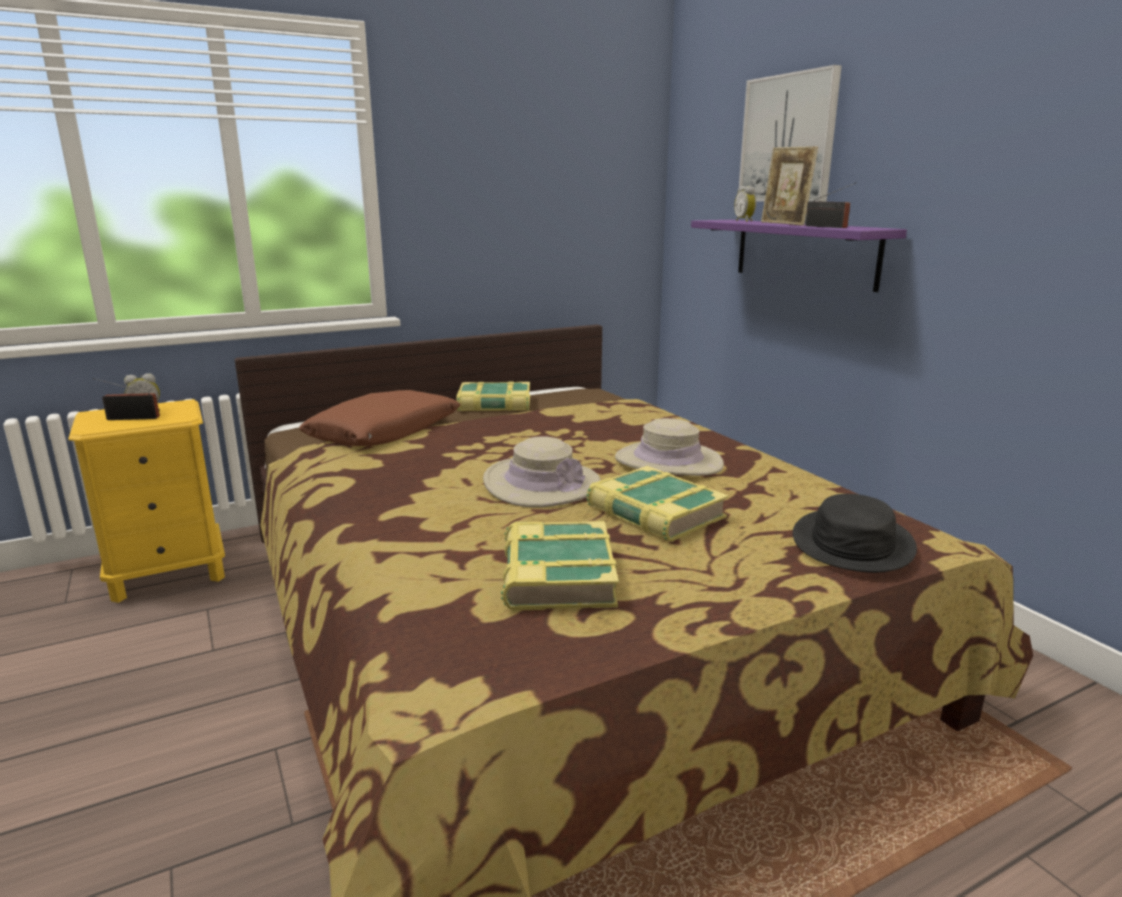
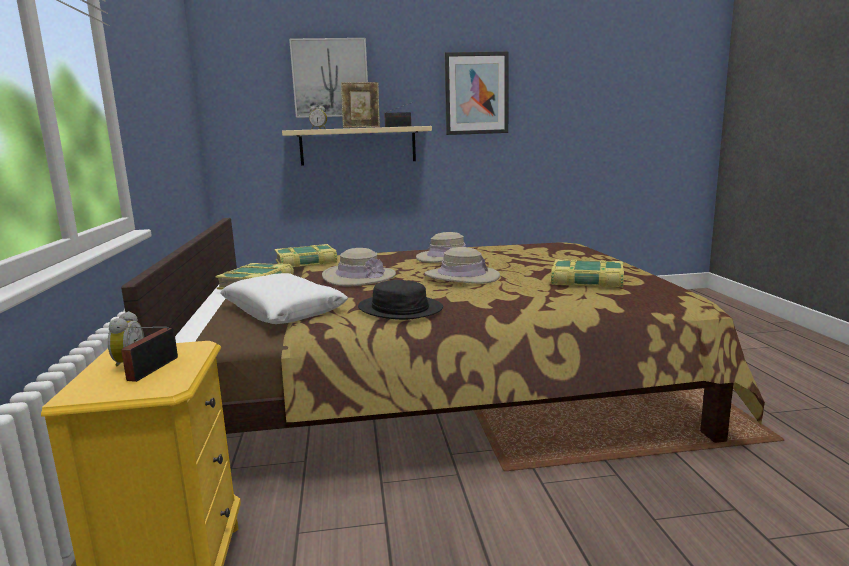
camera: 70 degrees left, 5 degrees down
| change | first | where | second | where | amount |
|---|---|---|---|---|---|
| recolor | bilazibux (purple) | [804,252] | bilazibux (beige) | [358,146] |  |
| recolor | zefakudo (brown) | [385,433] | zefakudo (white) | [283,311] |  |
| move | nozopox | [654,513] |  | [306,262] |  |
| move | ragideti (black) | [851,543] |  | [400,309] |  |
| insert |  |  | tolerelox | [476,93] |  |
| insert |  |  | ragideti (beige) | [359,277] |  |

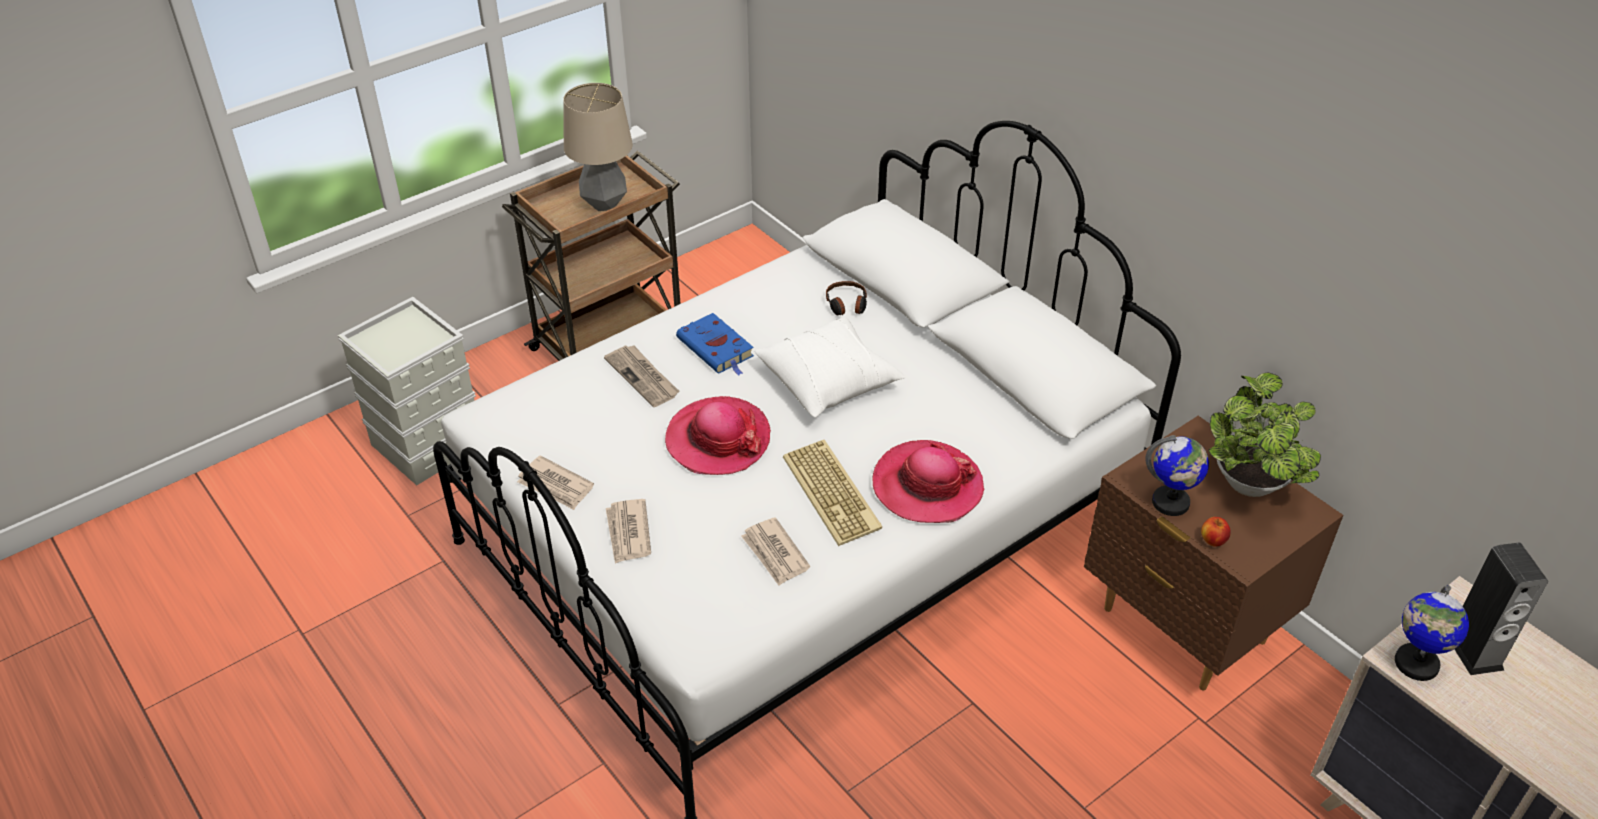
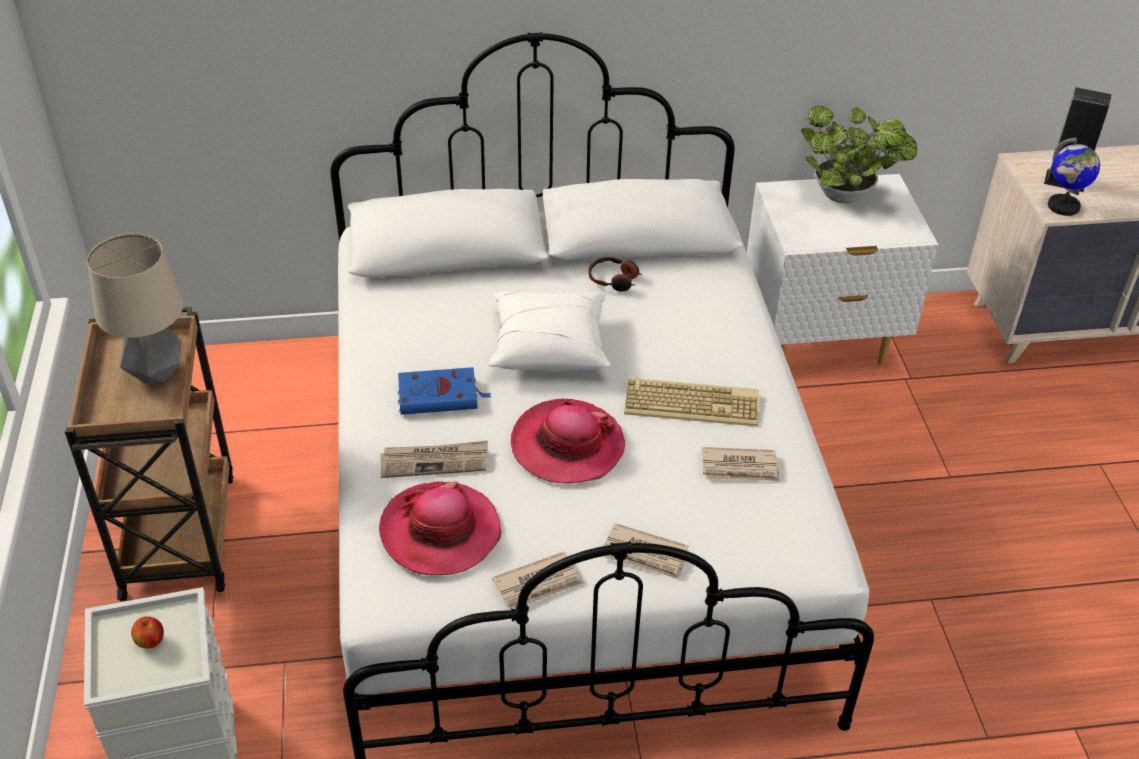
camera: 60 degrees left, 0 degrees up
| change | first | where | second | where | amount |
|---|---|---|---|---|---|
| move | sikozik | [846,305] |  | [614,280] |  |
| recolor | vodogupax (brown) | [1182,626] | vodogupax (white) | [820,343] |  |
| delete | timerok | [1170,503] |  |  |  |
| move | ragideti | [927,486] |  | [440,531] |  |
| move | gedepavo | [1213,541] |  | [150,641] |  |

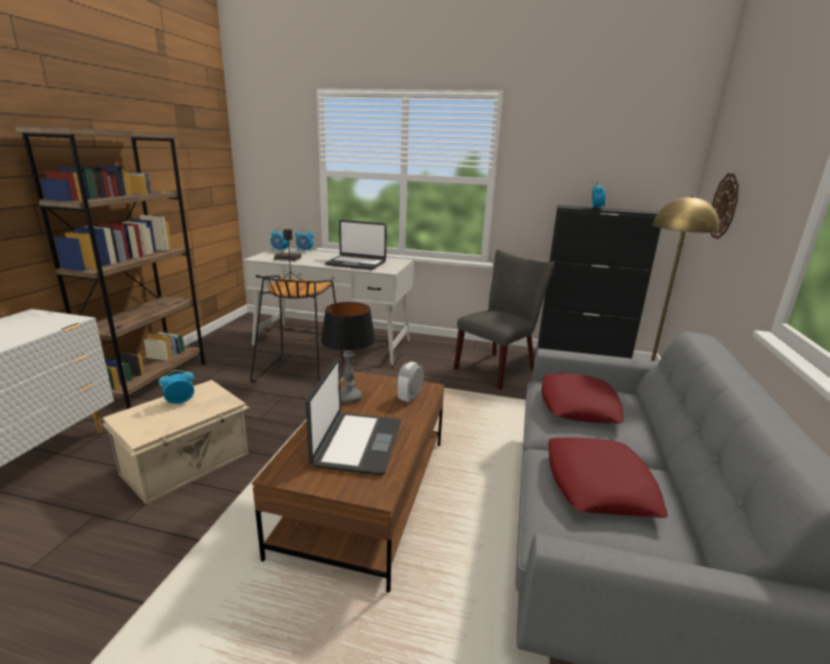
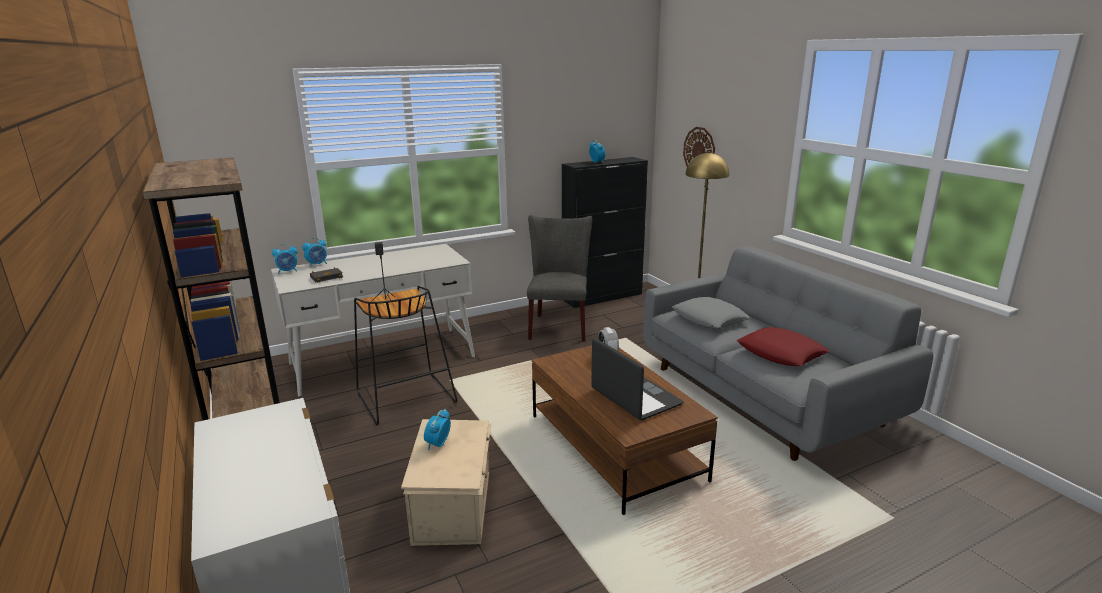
camera: 40 degrees left, 0 degrees up
| change | first | where | second | where | amount |
|---|---|---|---|---|---|
| delete | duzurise | [356,263] |  |  |  |
| delete | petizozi | [349,398] |  |  |  |
| recolor | zefakudo (red) | [578,406] | zefakudo (grey) | [709,319] |  |

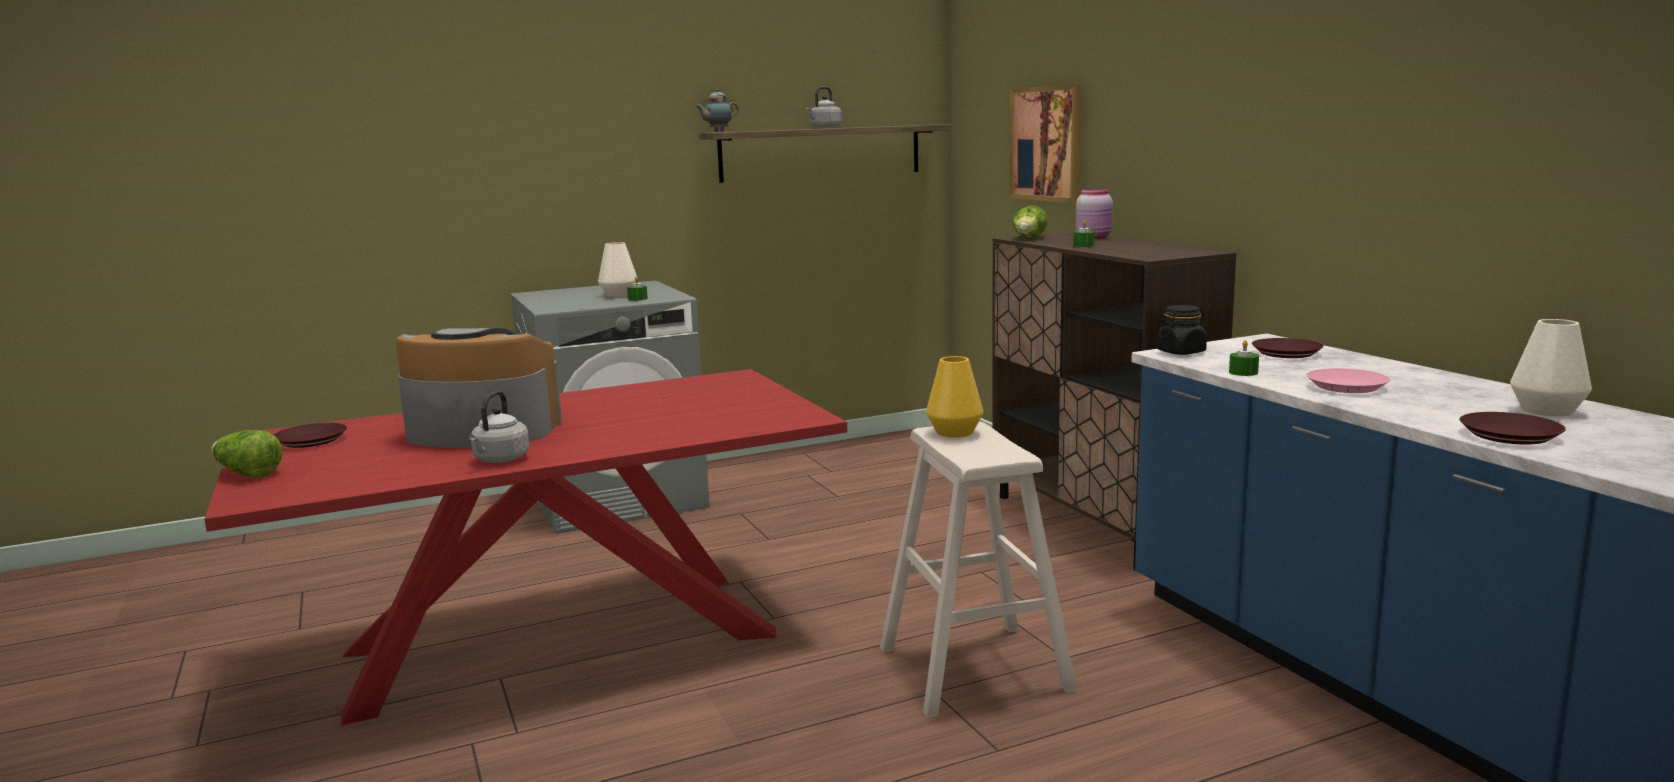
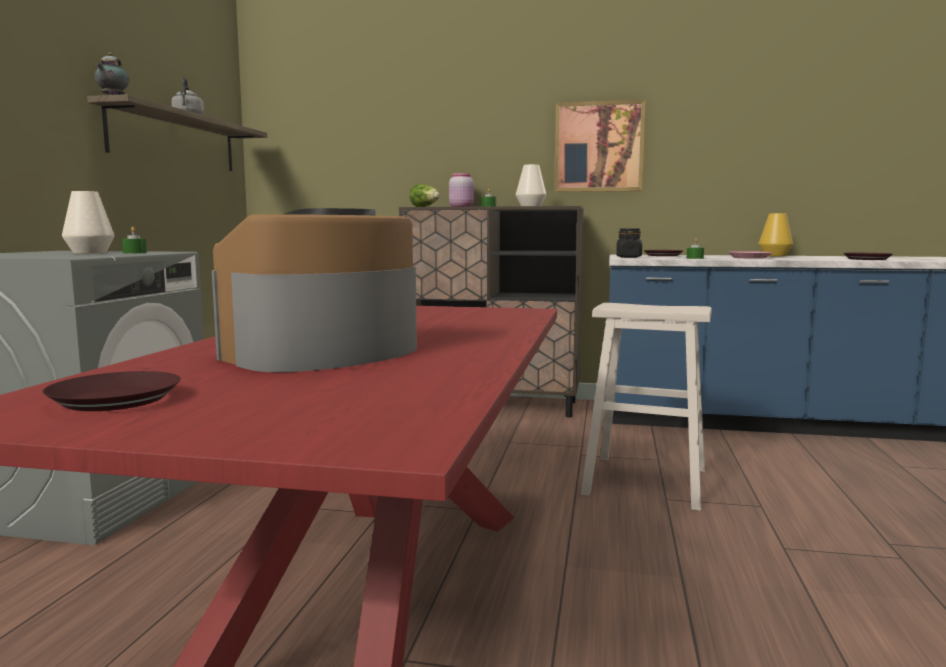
camera: 55 degrees left, 5 degrees down
| change | first | where | second | where | amount |
|---|---|---|---|---|---|
| move | tolerelox | [1047,143] |  | [599,147] |  |
| move | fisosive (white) | [1547,411] |  | [531,206] |  |
| move | fisosive (yellow) | [954,432] |  | [774,256] |  |
| delete | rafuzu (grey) | [500,460] |  |  |  |
| delete | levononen | [247,474] |  |  |  |

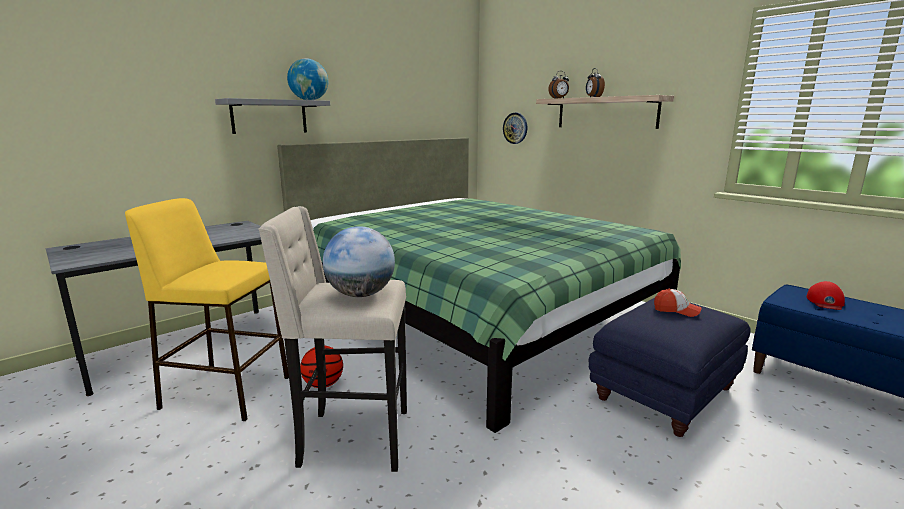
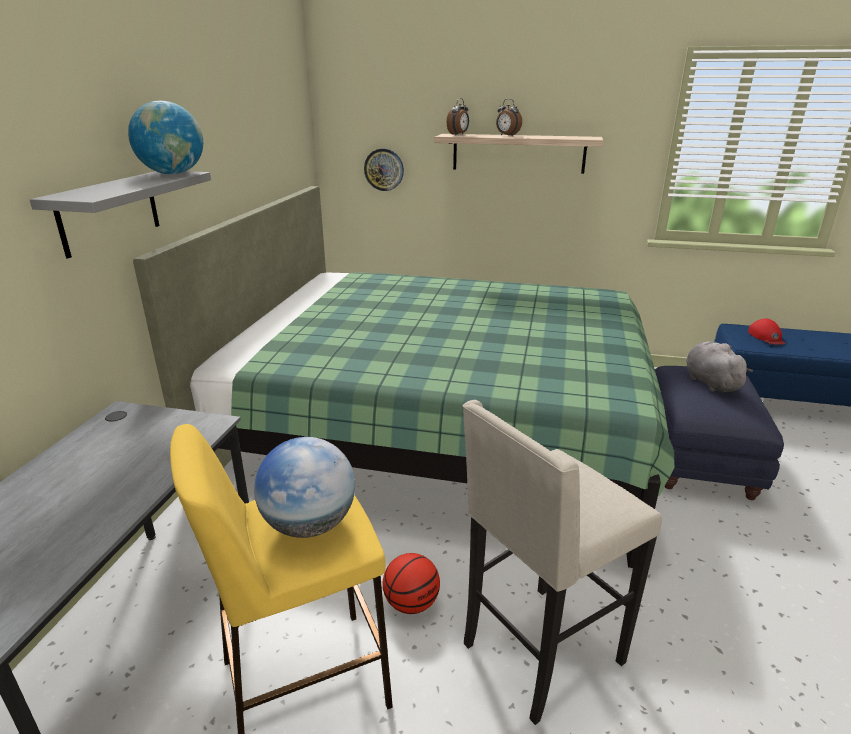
camera: 35 degrees left, 10 degrees up
| change | first | where | second | where | amount |
|---|---|---|---|---|---|
| move | timerok | [361,294] |  | [310,524] |  |
| replace | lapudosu | [676,310] | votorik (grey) | [710,382] |  |

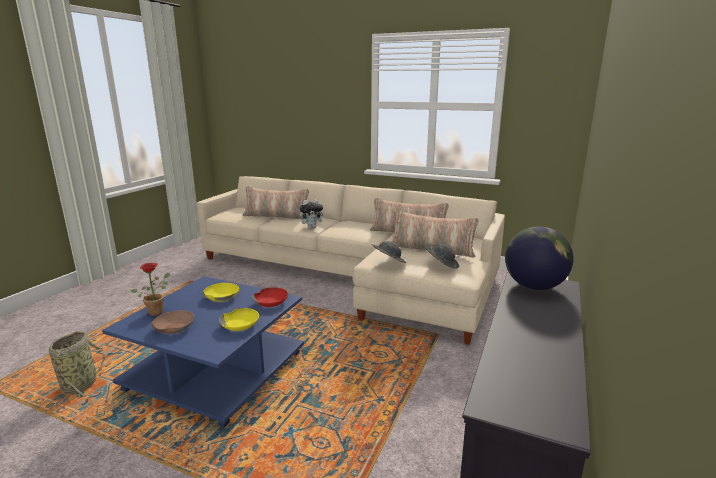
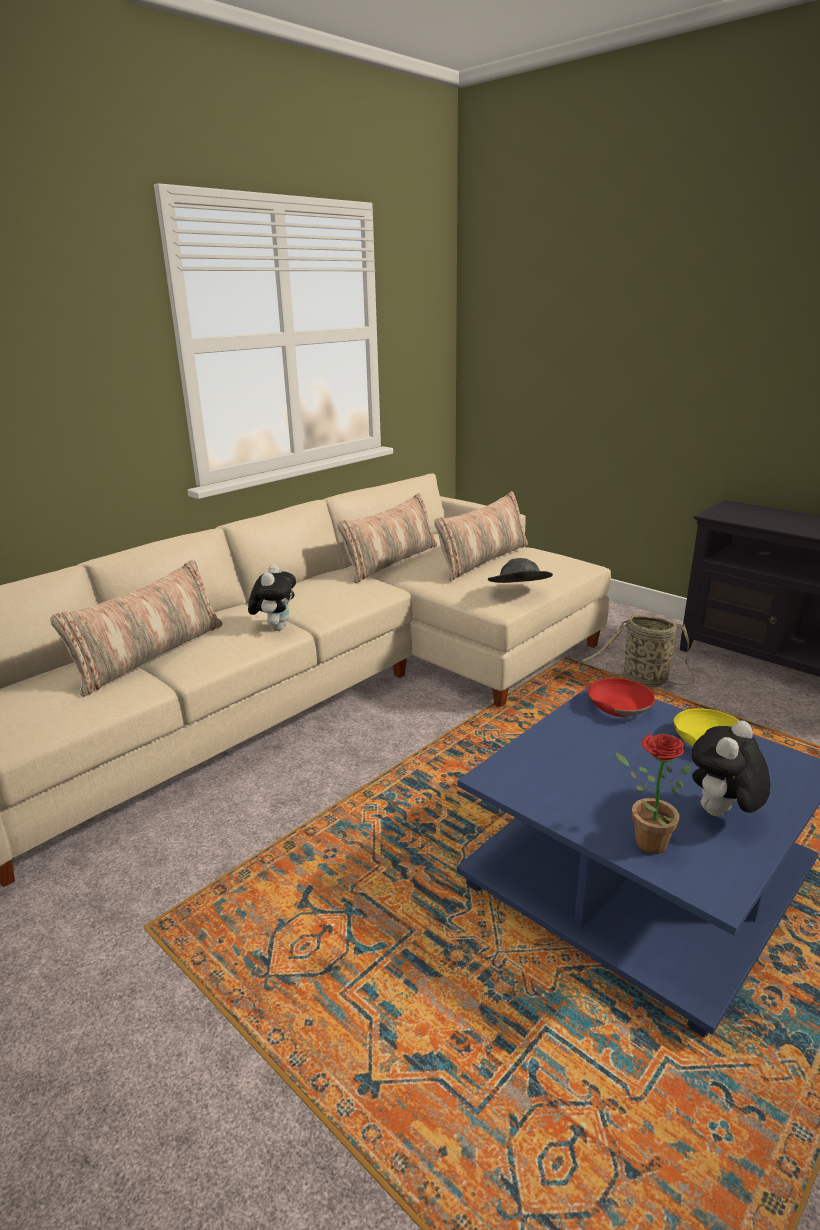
camera: 70 degrees left, 5 degrees up
| change | first | where | second | where | amount |
|---|---|---|---|---|---|
| delete | timerok | [534,286] |  |  |  |
| delete | ragideti (grey) | [441,264] |  |  |  |
| delete | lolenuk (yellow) | [221,297] |  |  |  |
| replace | lolenuk (brown) | [173,327] | votorik | [721,815] |  |
| move | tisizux | [81,384] |  | [641,680] |  |

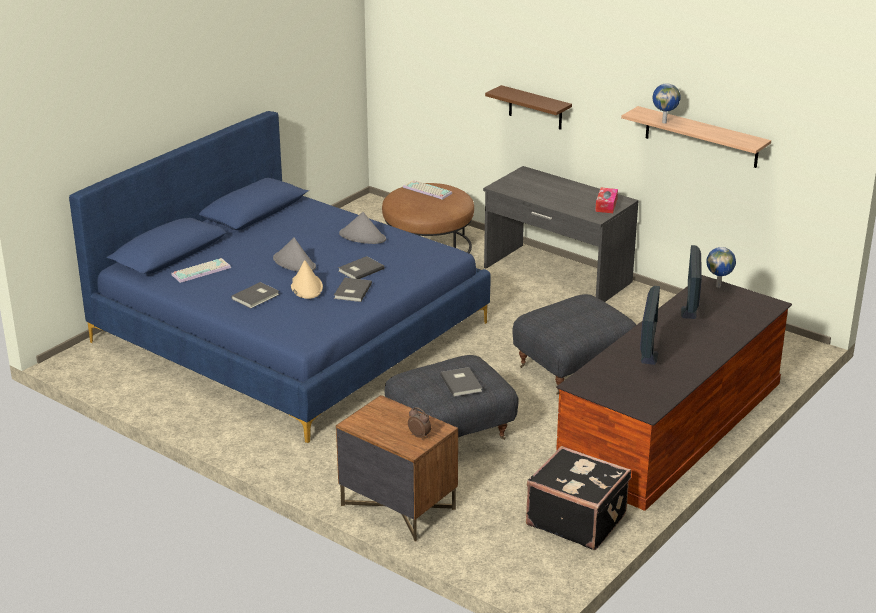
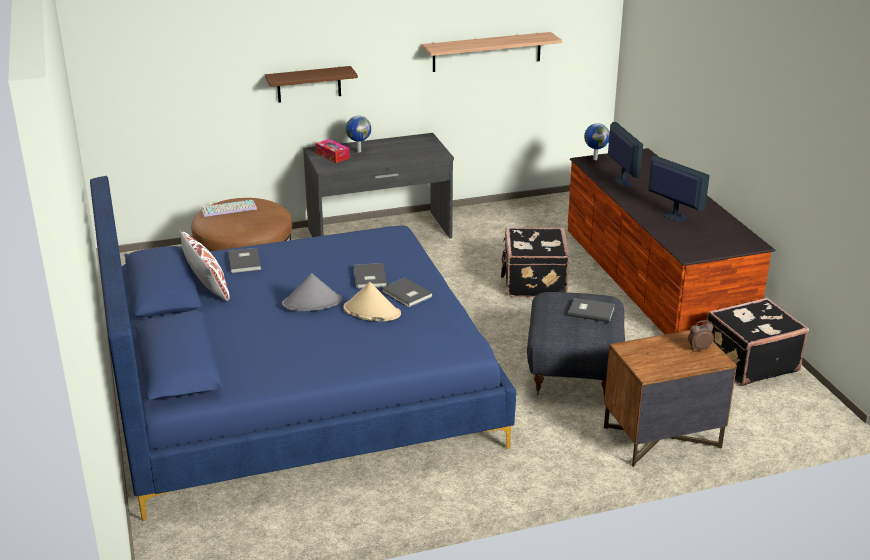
camera: 55 degrees left, 0 degrees up
| change | first | where | second | where | amount |
|---|---|---|---|---|---|
| move | timerok | [664,122] |  | [359,151] |  |
| move | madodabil | [606,205] |  | [332,156] |  |
| delete | ragideti (grey) | [363,237] |  |  |  |
| rotate | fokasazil | [688,312] |  | [623,181] | 150 degrees counterclockwise |
| delete | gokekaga | [201,270] |  |  |  |
| move | nozopox (grey) | [256,297] |  | [245,261] |  |
| replace | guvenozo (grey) | [573,369] | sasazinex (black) | [533,282] |  |
| insert |  |  | zefakudo (white) | [206,284] |  |

